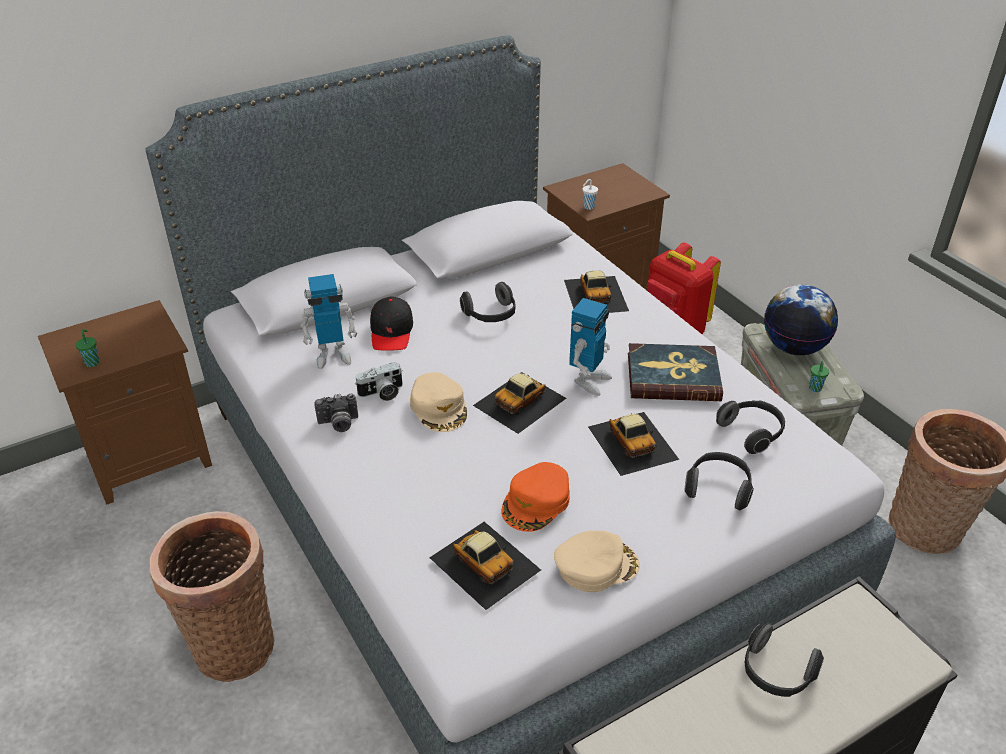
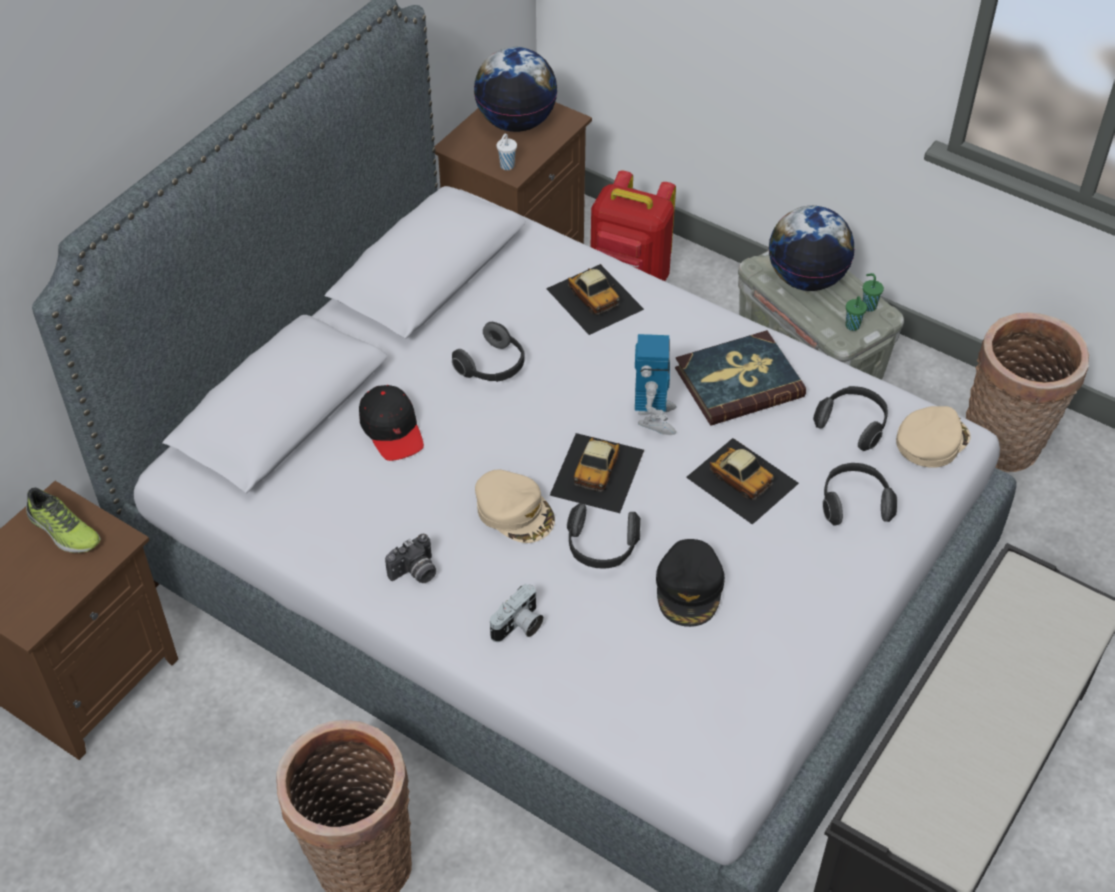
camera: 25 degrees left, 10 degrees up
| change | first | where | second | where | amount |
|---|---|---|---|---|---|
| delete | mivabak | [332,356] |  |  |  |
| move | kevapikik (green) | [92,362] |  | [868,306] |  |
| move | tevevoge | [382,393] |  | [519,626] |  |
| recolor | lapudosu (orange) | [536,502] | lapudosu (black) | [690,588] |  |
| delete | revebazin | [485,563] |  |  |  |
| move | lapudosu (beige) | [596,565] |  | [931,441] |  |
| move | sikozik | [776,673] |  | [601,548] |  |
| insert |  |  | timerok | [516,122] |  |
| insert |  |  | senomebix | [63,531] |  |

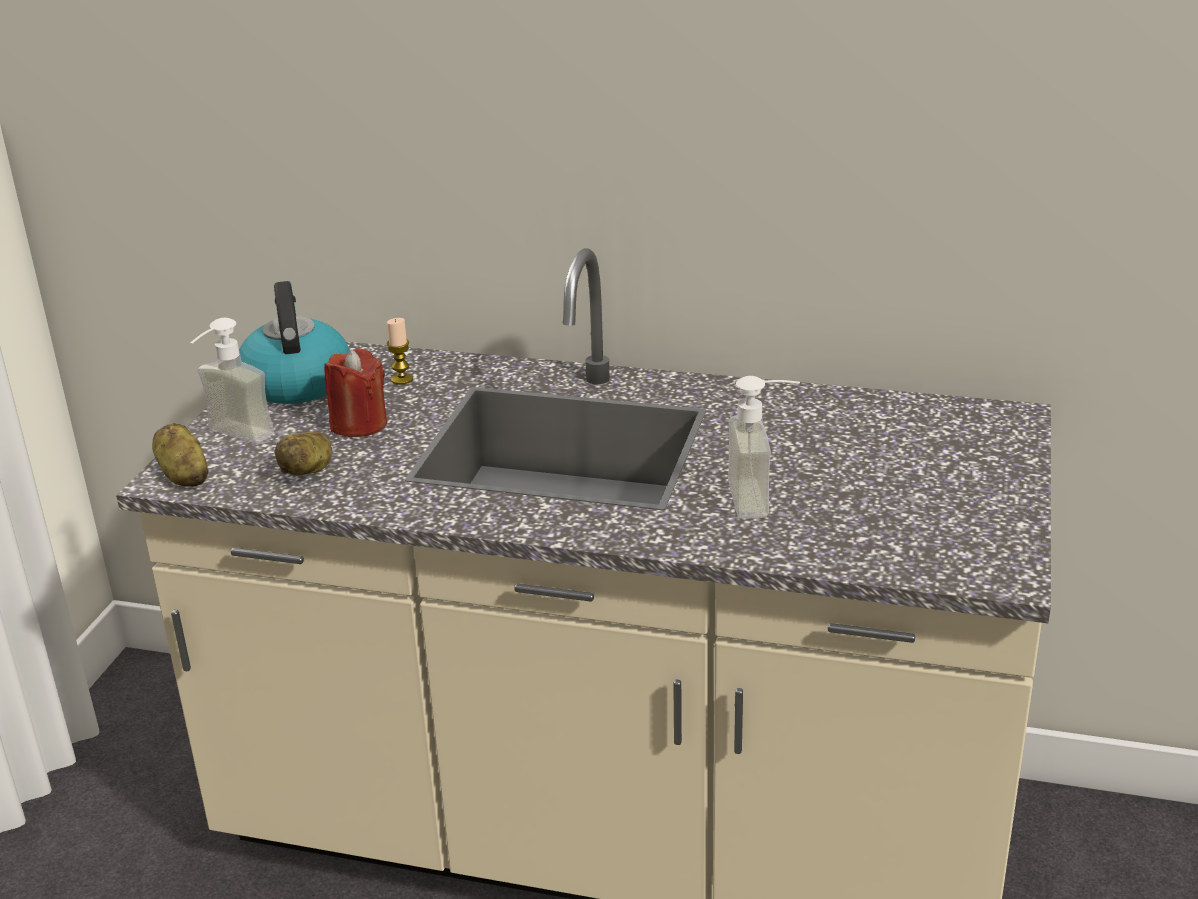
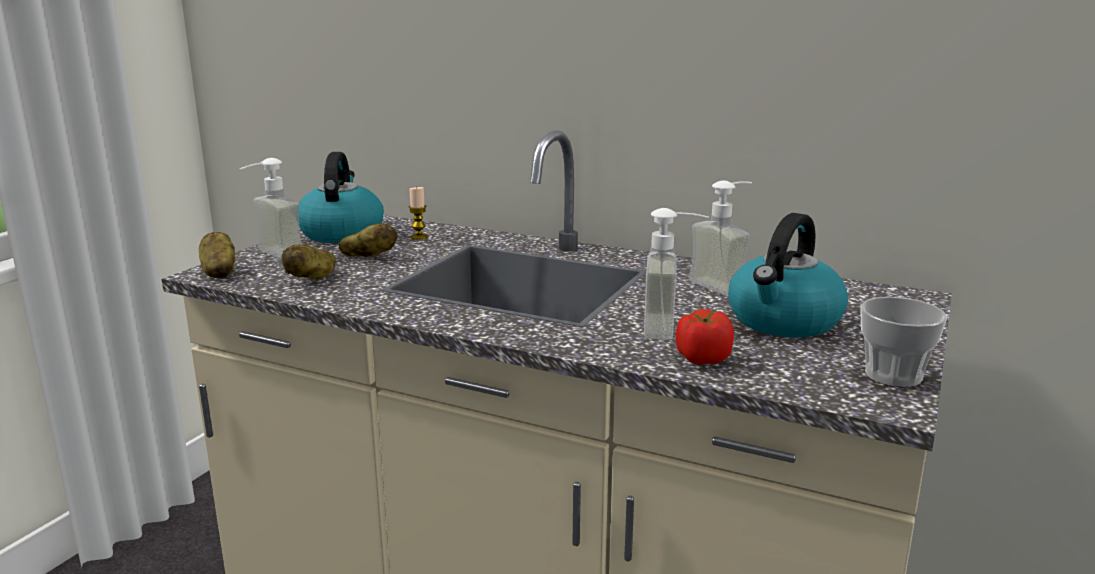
camera: 10 degrees right, 10 degrees down
| change | first | where | second | where | amount |
|---|---|---|---|---|---|
| replace | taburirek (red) | [359,424] | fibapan | [369,257] |  |
| insert |  |  | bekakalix | [725,285] |  |
| insert |  |  | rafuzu | [784,321] |  |
| insert |  |  | kevapikik | [893,375] |  |
| insert |  |  | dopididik | [703,359] |  |

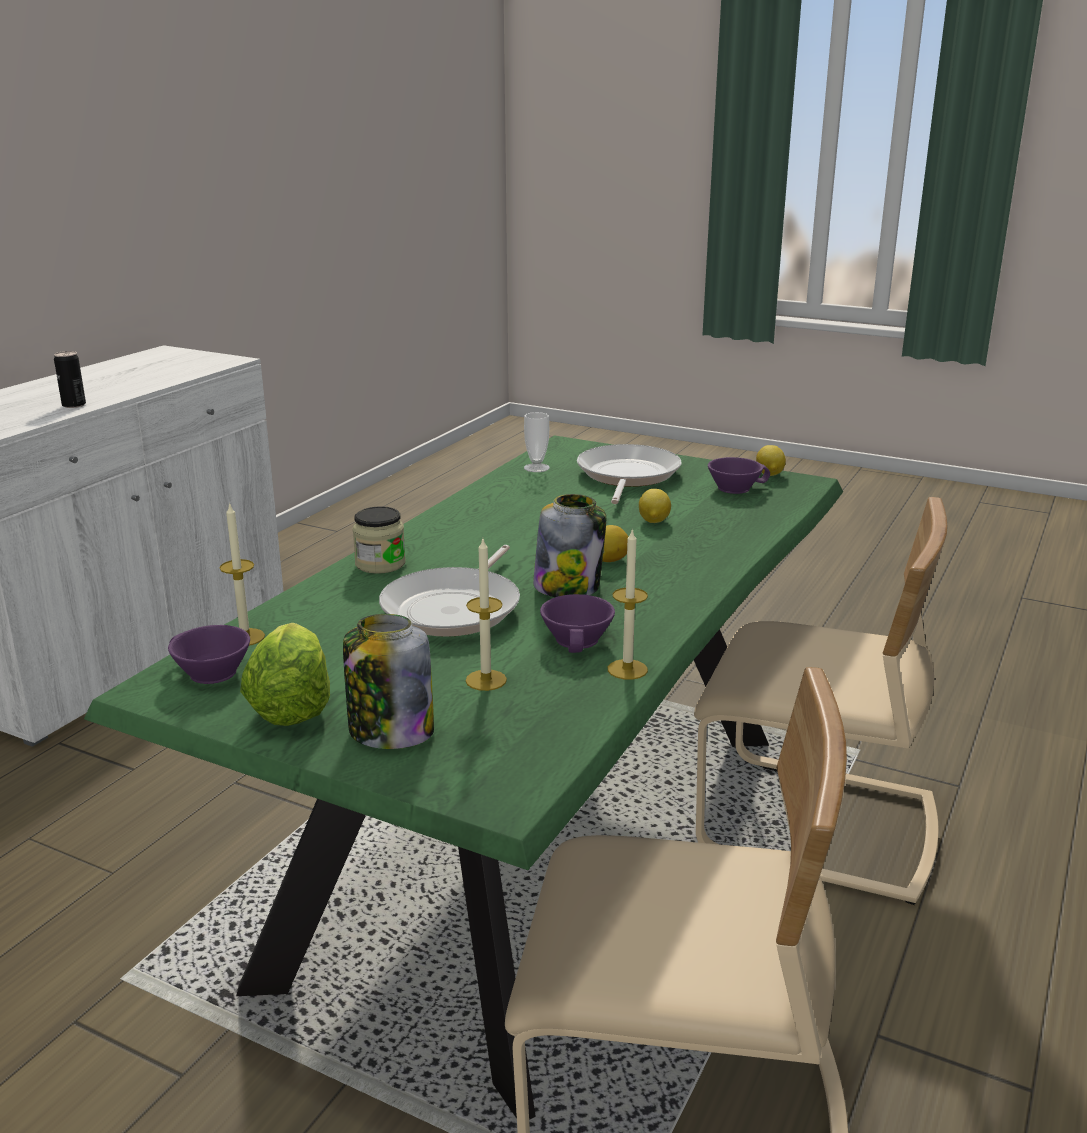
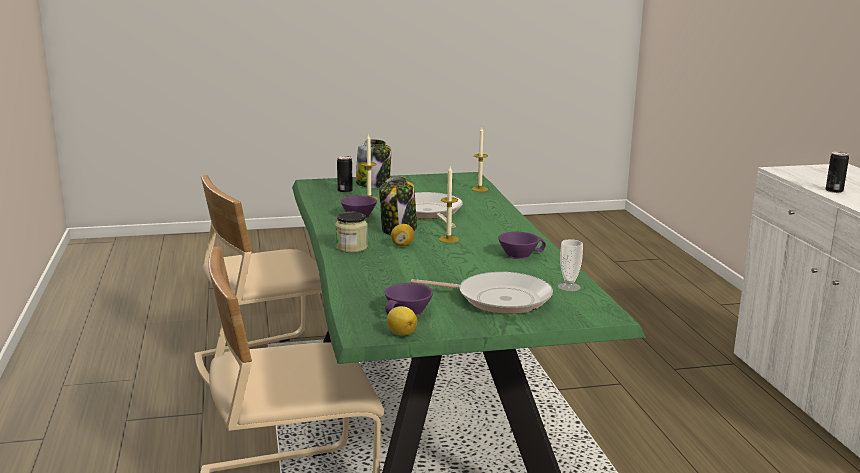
camera: 140 degrees right, 5 degrees down
| change | first | where | second | where | amount |
|---|---|---|---|---|---|
| rotate | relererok | [626,476] |  | [498,299] | 45 degrees counterclockwise |
| delete | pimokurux | [653,521] |  |  |  |
| move | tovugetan | [380,564] |  | [351,247] |  |
| move | taburirek | [627,669] |  | [448,239] |  |
| delete | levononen | [291,707] |  |  |  |
| move | kevapikik (purple) | [209,673] |  | [519,254] |  |
| insert |  |  | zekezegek | [345,191] |  |

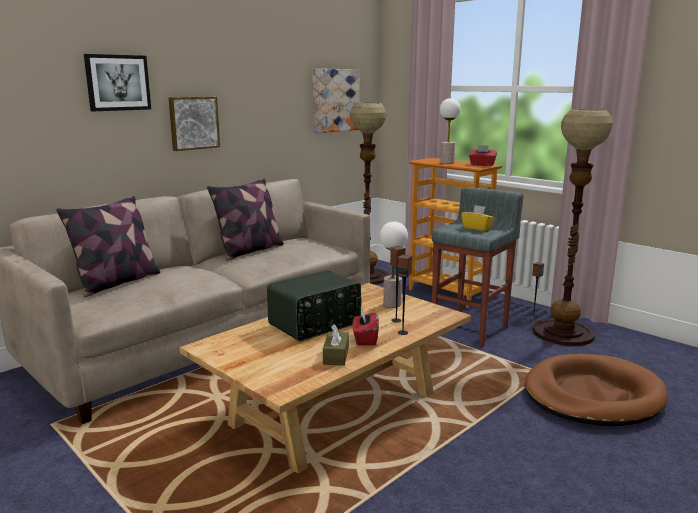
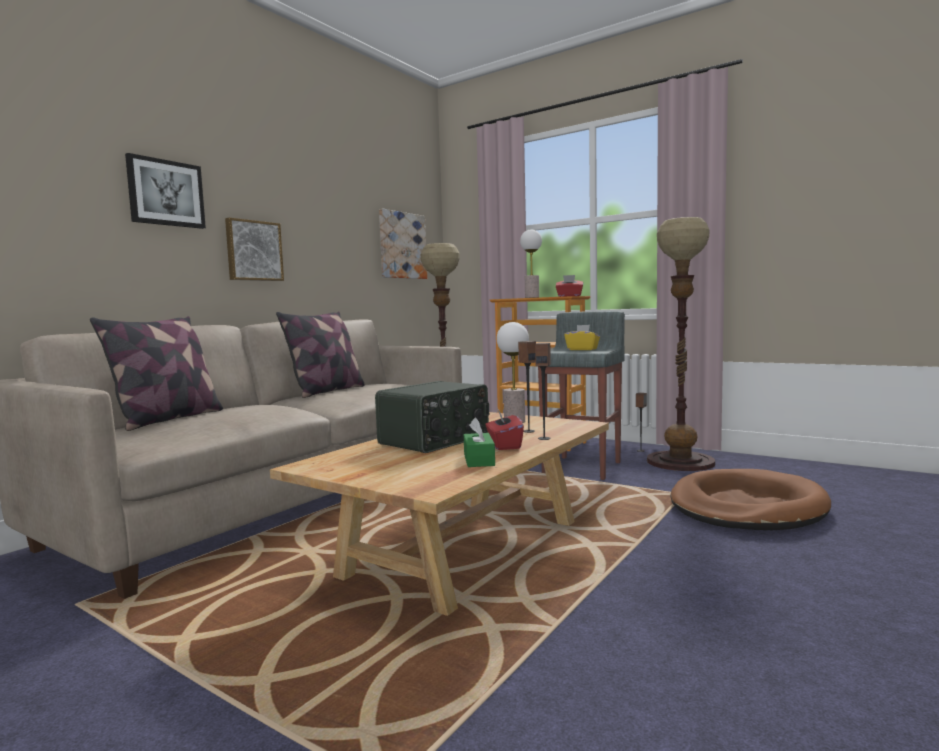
camera: 10 degrees left, 10 degrees down
| change | first | where | second | where | amount |
|---|---|---|---|---|---|
| recolor | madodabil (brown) | [336,356] | madodabil (green) | [479,460] |  |

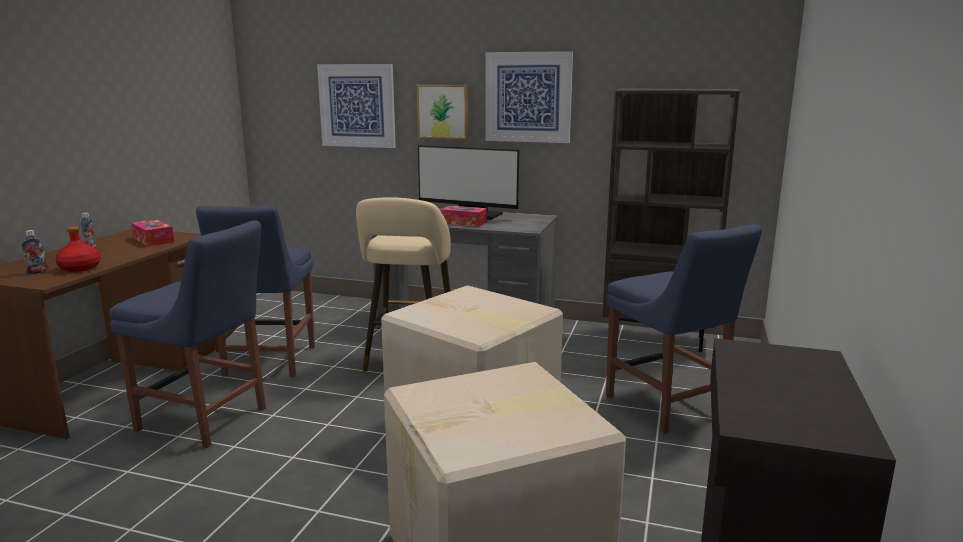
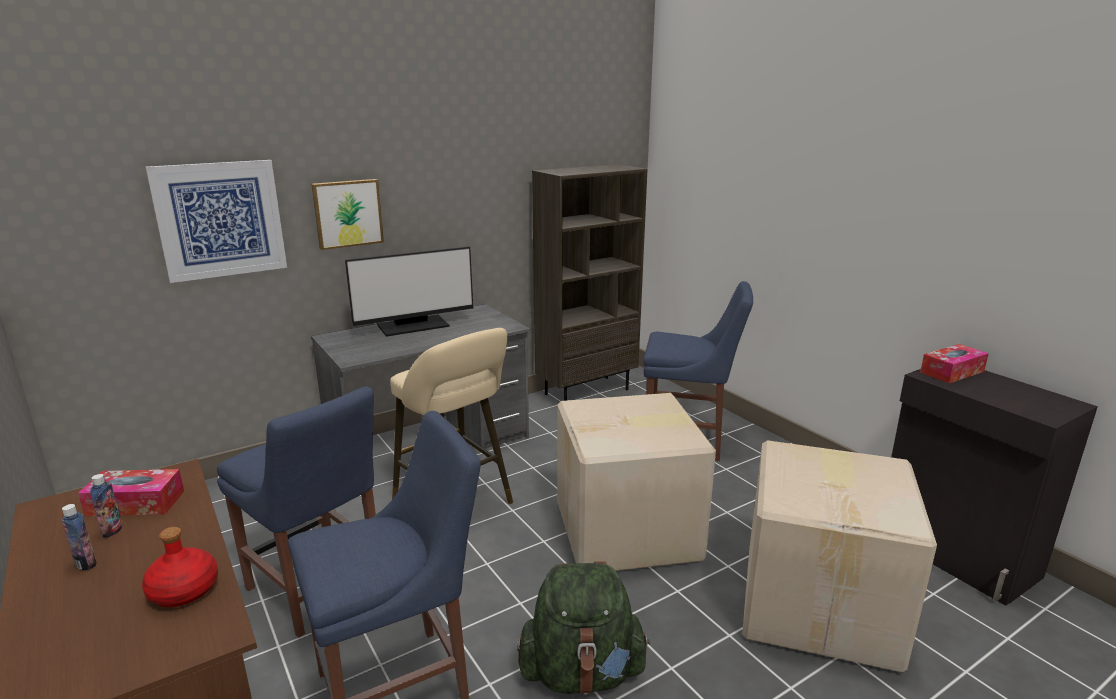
camera: 50 degrees left, 5 degrees up
| change | first | where | second | where | amount |
|---|---|---|---|---|---|
| delete | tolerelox | [528,97] |  |  |  |
| move | madodabil | [463,222] |  | [952,372] |  |
| move | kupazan | [37,272] |  | [112,530] |  |
| insert |  |  | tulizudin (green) | [582,673] |  |

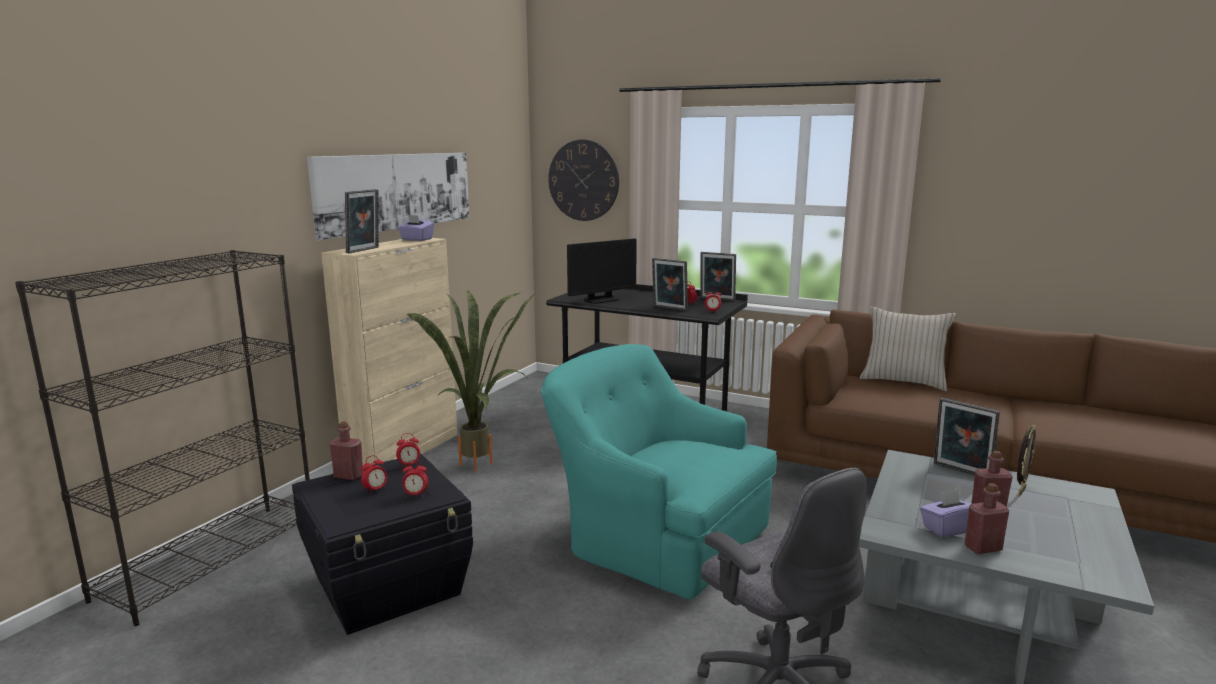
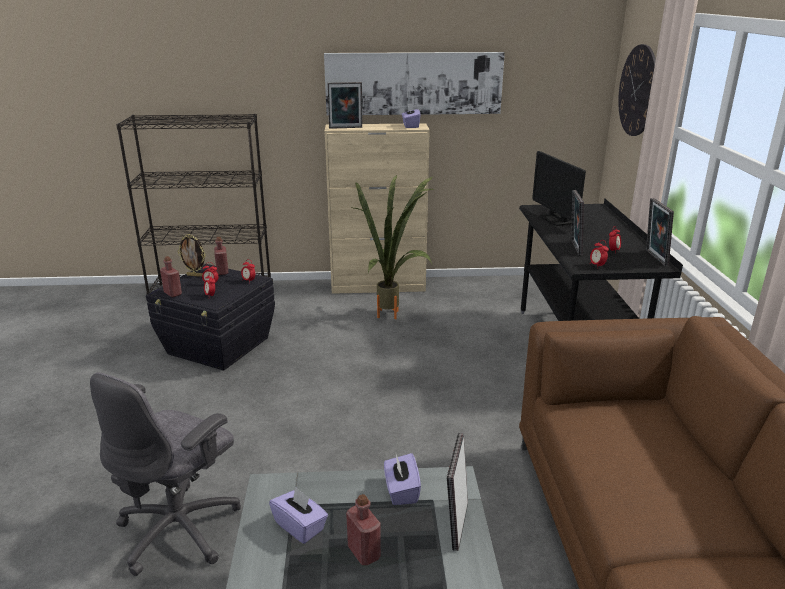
camera: 60 degrees right, 10 degrees up
| change | first | where | second | where | amount |
|---|---|---|---|---|---|
| rotate | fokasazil | [601,300] |  | [555,219] | 45 degrees clockwise |
| delete | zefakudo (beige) | [903,381] |  |  |  |
| delete | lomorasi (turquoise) | [654,537] |  |  |  |
| move | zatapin | [1020,491] |  | [195,275] |  |
| move | kupazan (red) | [983,548] |  | [173,293] |  |
| insert |  |  | madodabil (purple) | [401,491] |  |

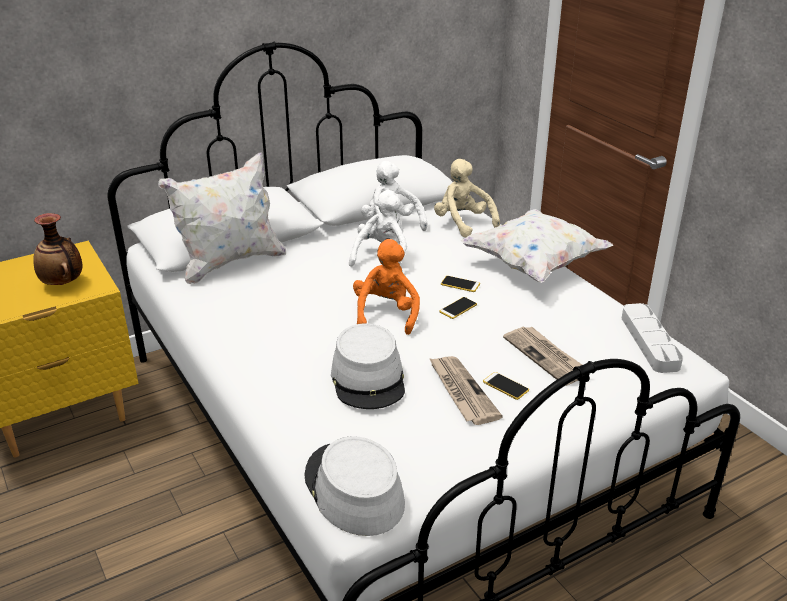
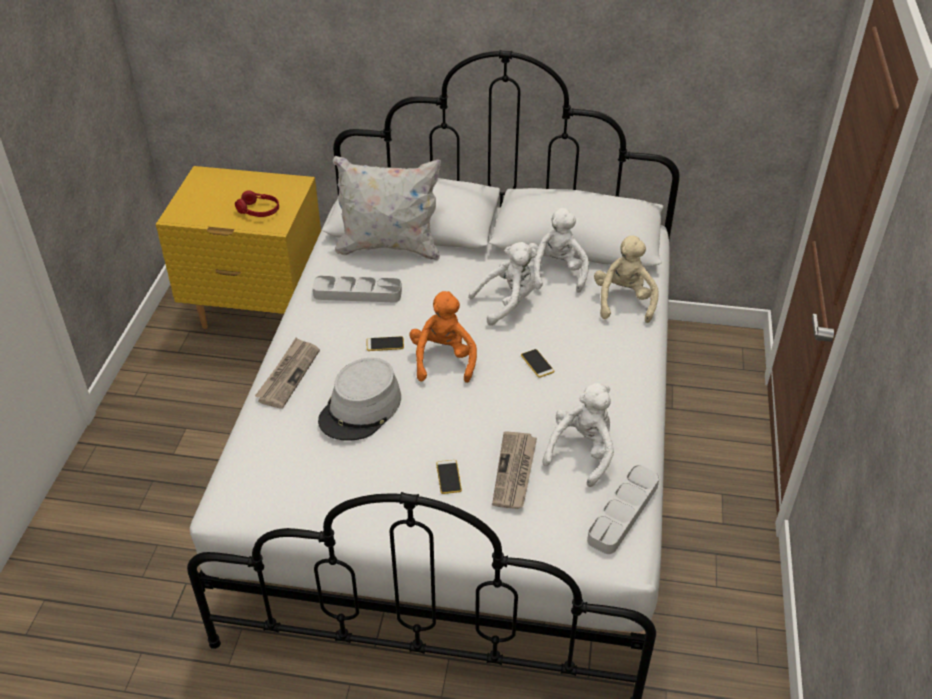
camera: 40 degrees right, 10 degrees up
| change | first | where | second | where | amount |
|---|---|---|---|---|---|
| delete | zefakudo (white) | [534,265] |  |  |  |
| replace | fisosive | [63,283] | sikozik (red) | [258,211] |  |
| rotate | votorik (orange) | [386,314] |  | [443,359] | 45 degrees counterclockwise |
| move | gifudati | [458,308] |  | [385,344] |  |
| move | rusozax | [461,391] |  | [288,375] |  |
| delete | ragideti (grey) | [353,490] |  |  |  |
| insert |  |  | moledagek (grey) | [357,293] |  |
| insert |  |  | votorik (white) | [582,452] |  |

